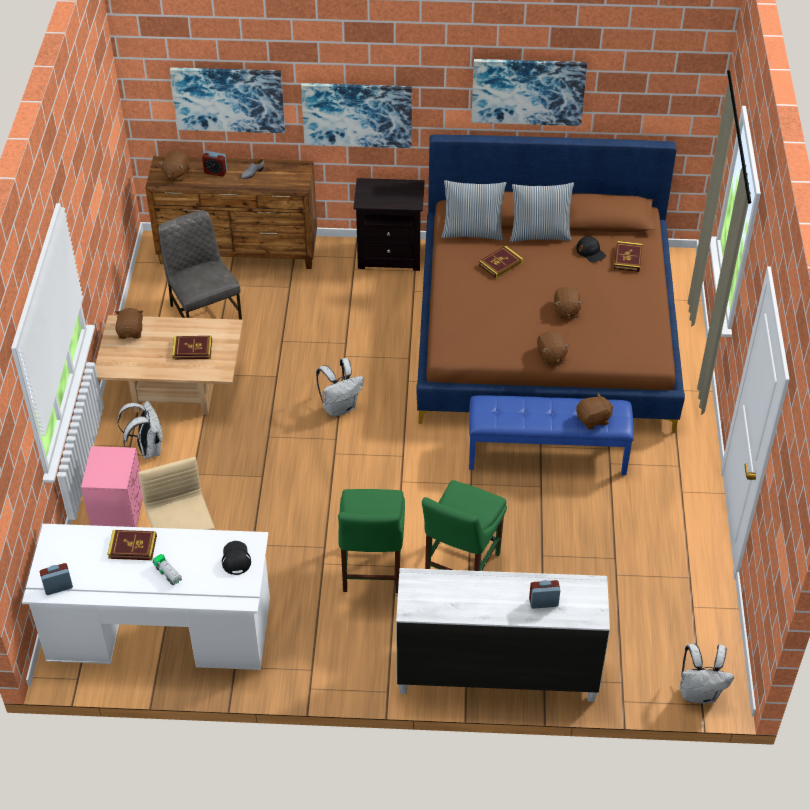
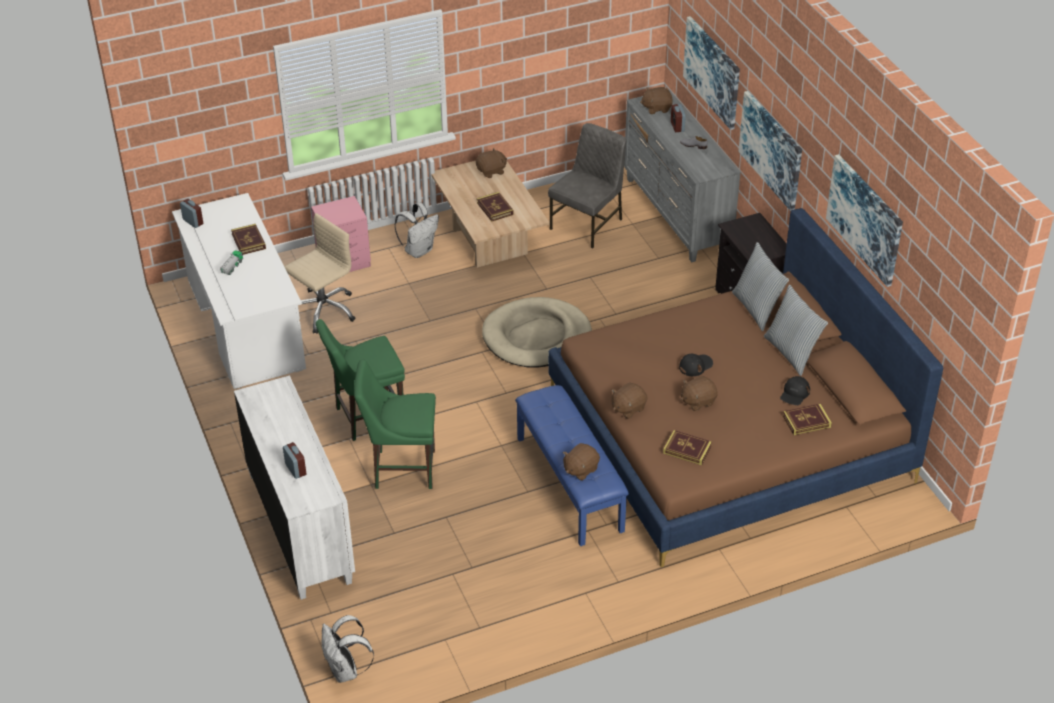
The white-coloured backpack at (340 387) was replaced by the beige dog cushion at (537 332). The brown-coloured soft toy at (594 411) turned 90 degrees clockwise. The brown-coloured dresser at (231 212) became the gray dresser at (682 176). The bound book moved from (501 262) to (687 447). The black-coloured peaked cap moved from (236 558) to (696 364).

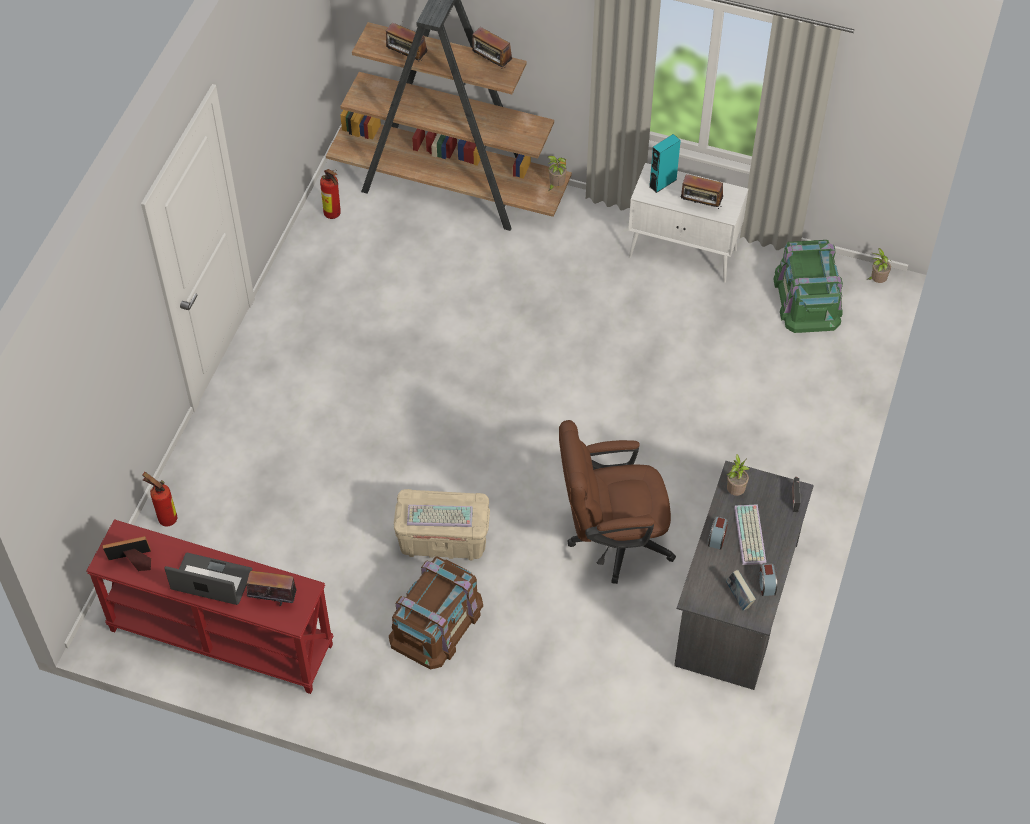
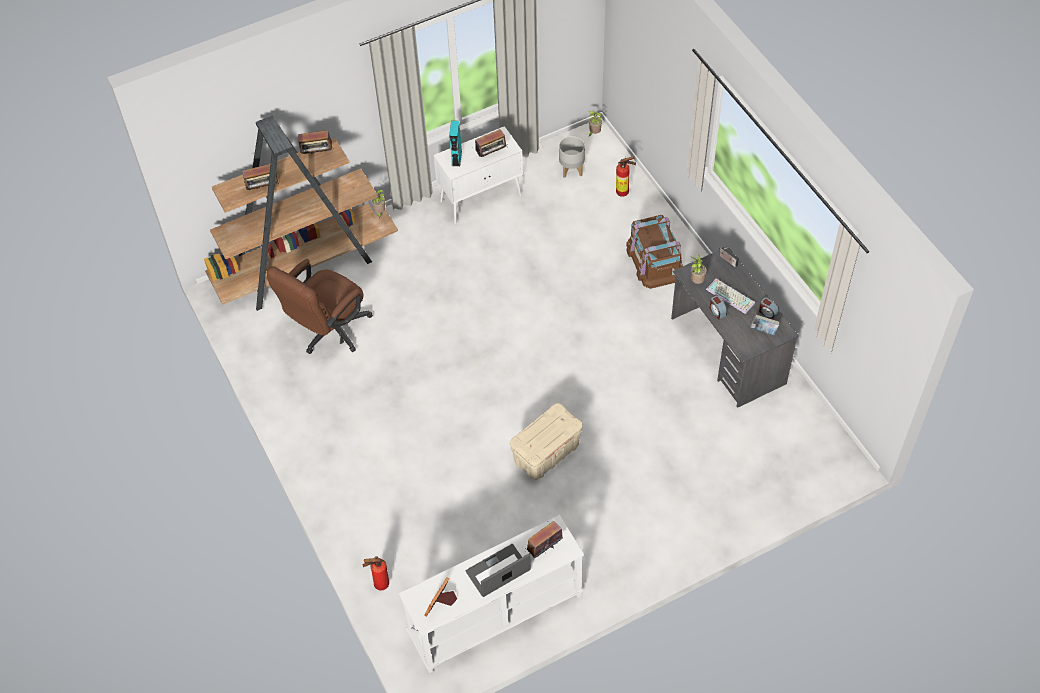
The brown-coloured office chair moved from (617 502) to (320 306). The red-coloured console table at (210 606) became the white-coloured console table at (491 594). The green storage container at (808 286) was replaced by the gray plant pot at (572 157). The fire-fighting cylinder moved from (330 194) to (626 176). The brown-coloured storage container moved from (436 612) to (654 252). The PC keyboard at (440 516) disappeared.

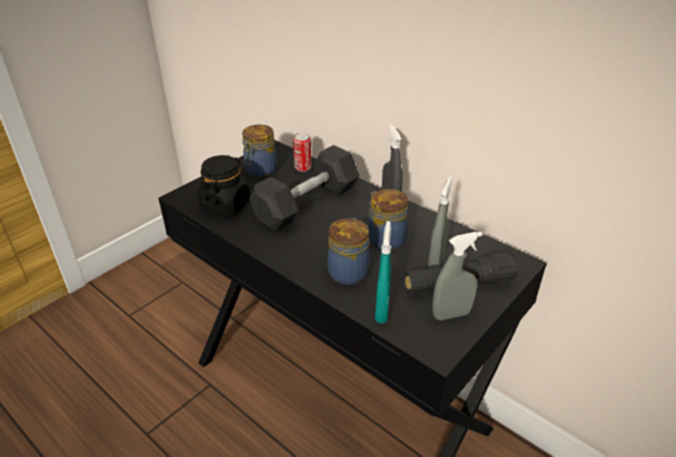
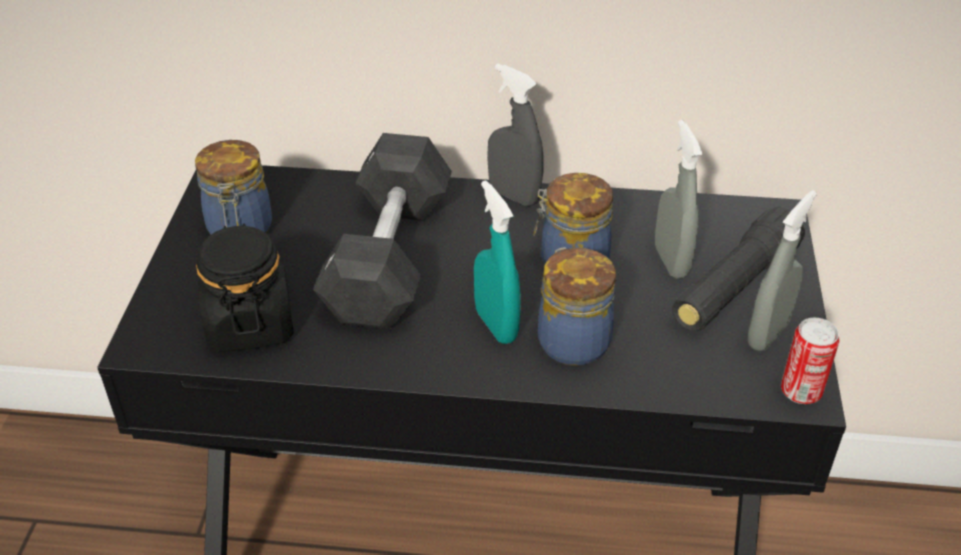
The turquoise-coloured sprayer moved from (383 272) to (497 262). The sealed can moved from (302 152) to (810 361).

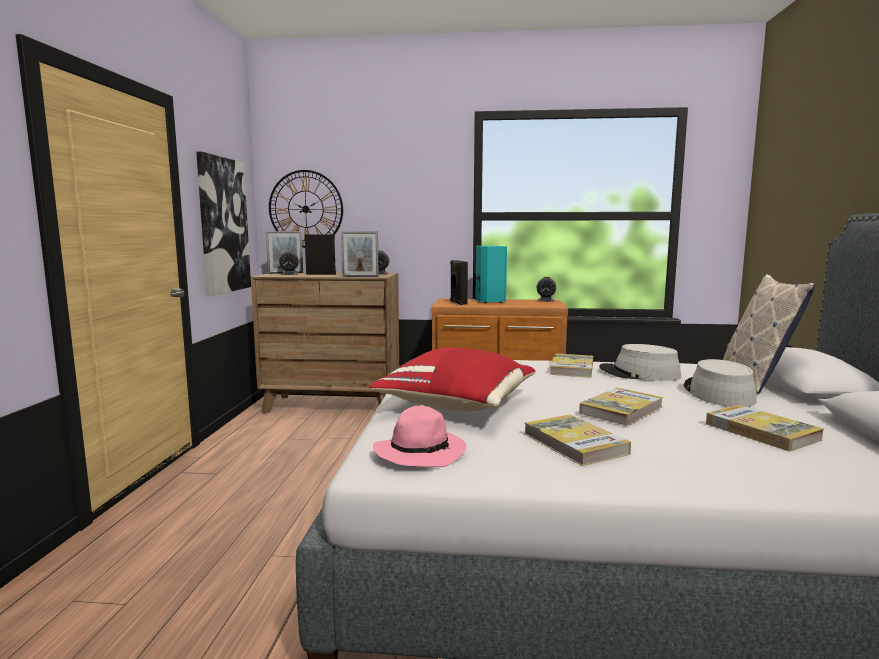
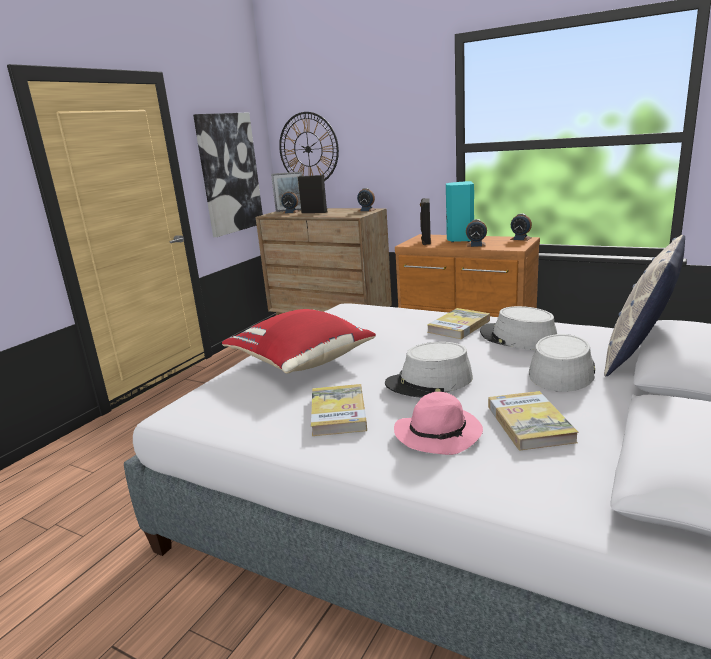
The bound book at (621 407) was replaced by the gray wearable hat at (429 369). The pinkish wearable hat moved from (419 436) to (438 423). The alarm clock at (476 233) appeared. The standing frame at (360 254) disappeared.

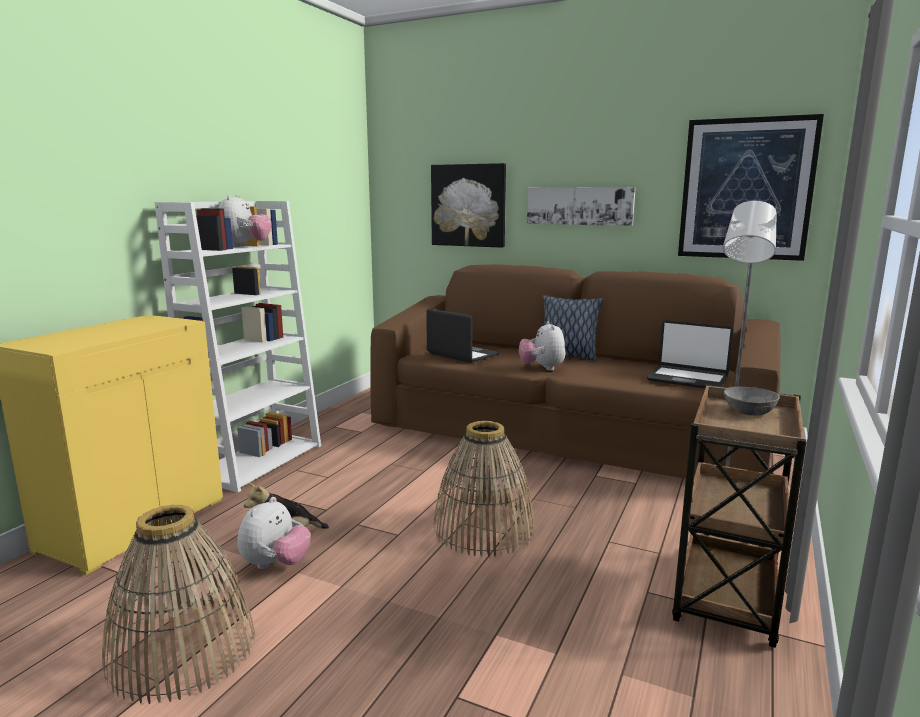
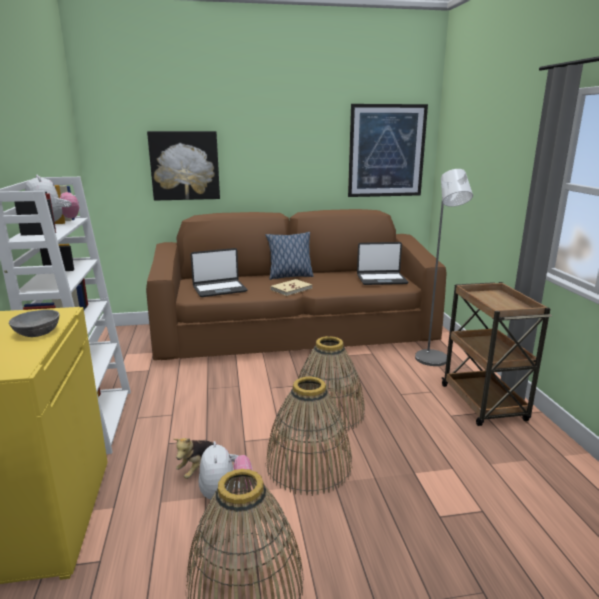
The gray deep dish moved from (752 401) to (34 323). The portable computer at (463 335) turned 150 degrees clockwise. The household basket at (309 436) appeared. The soft toy at (542 346) was replaced by the beige bound book at (291 287). The wall picture at (581 206) disappeared.

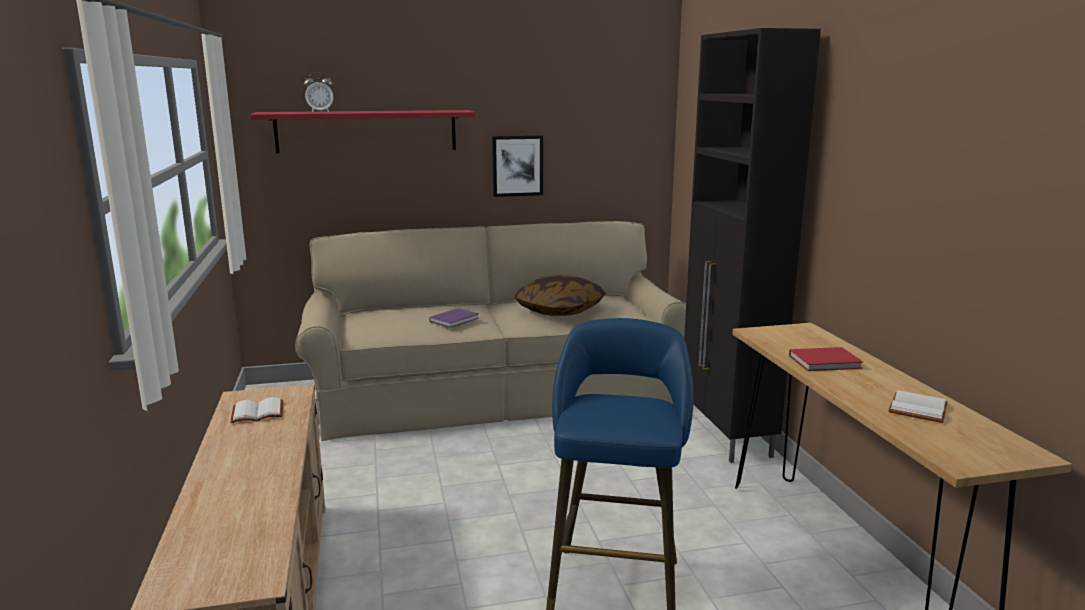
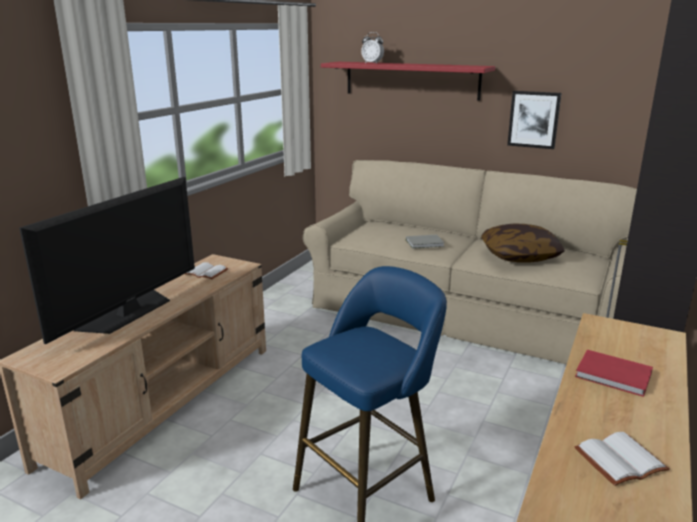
The TV set at (107 260) appeared. The purple bound book at (454 318) became the gray bound book at (425 242).

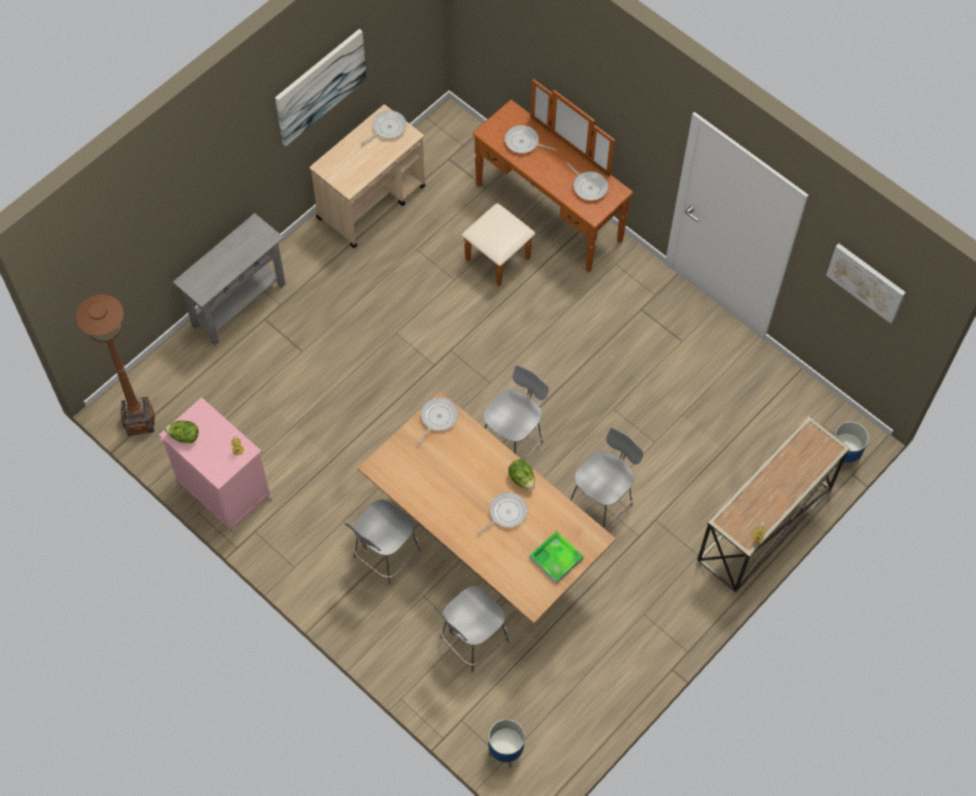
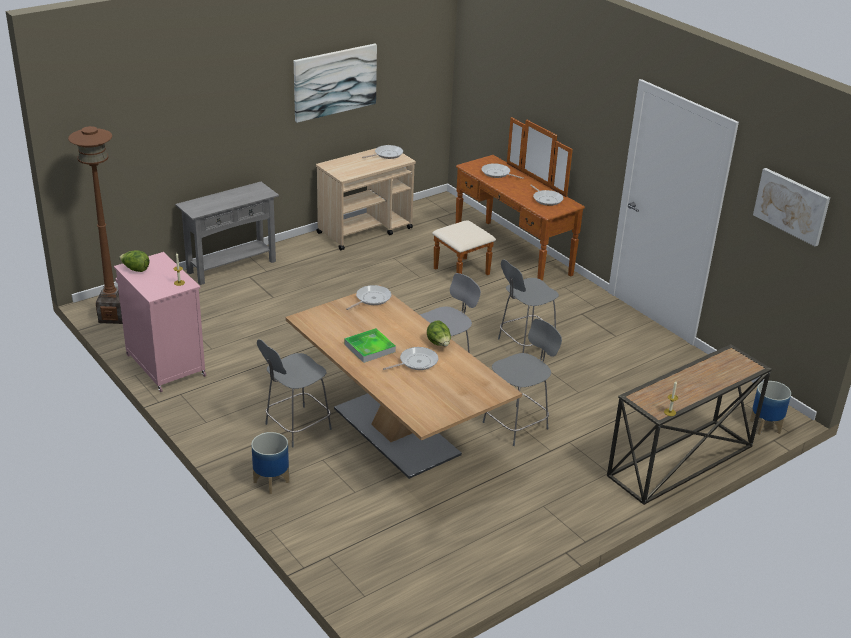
The plant pot moved from (506 743) to (270 463). The tray moved from (556 557) to (370 345). The gray chair moved from (471 629) to (528 306).

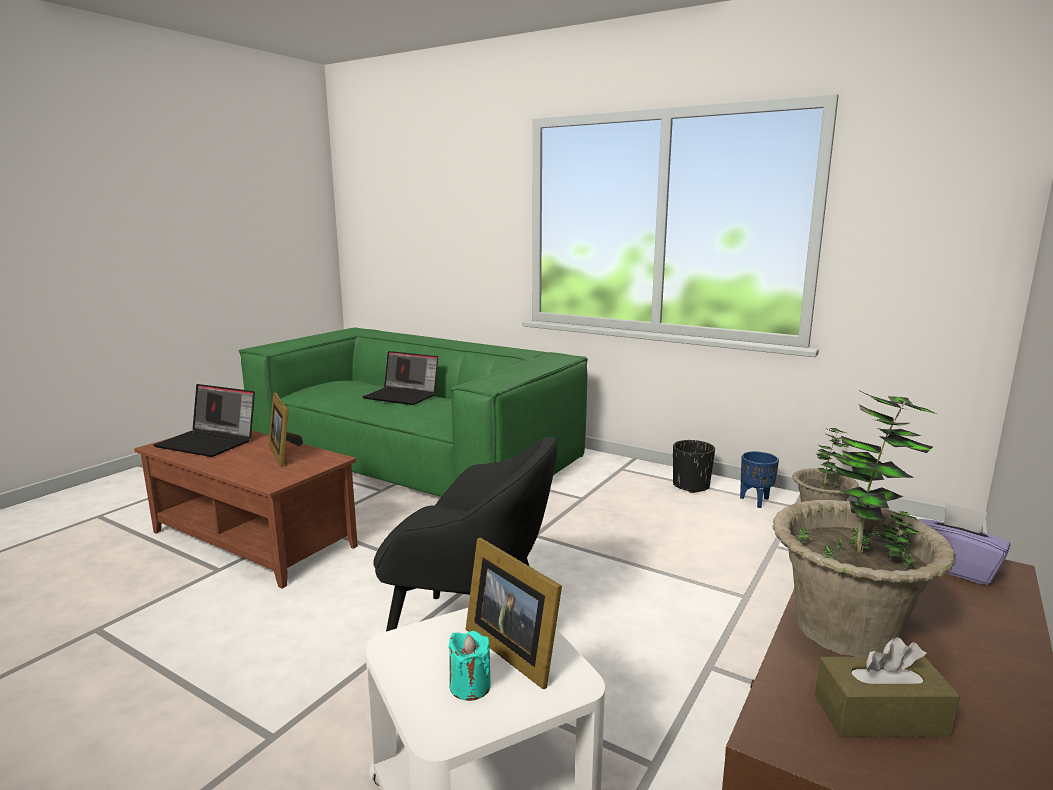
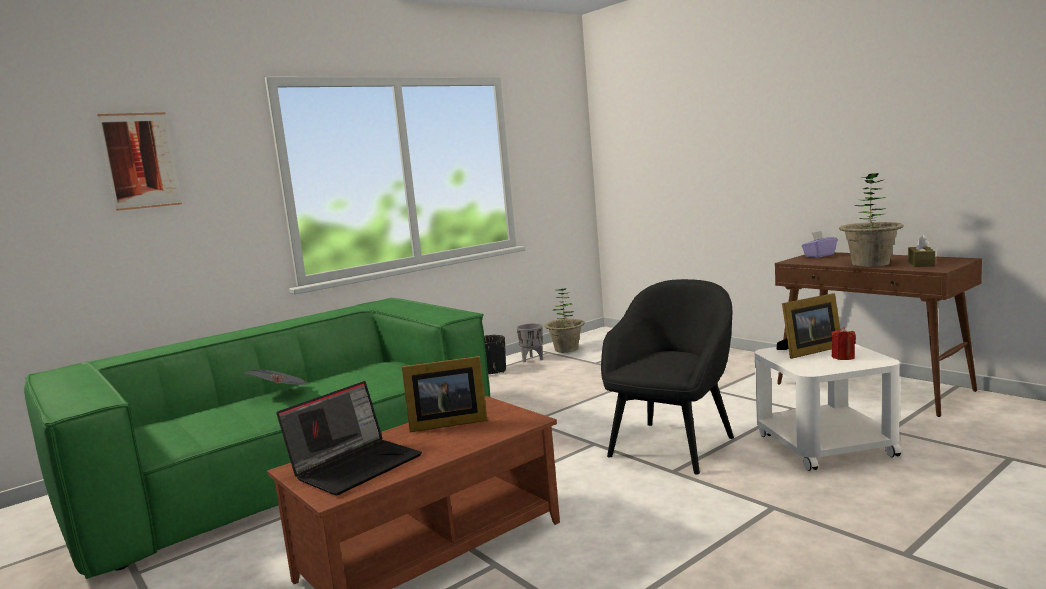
The wall picture at (139 161) appeared. The portable computer at (400 378) was replaced by the printed paper at (277 377). The blue-coloured plant pot at (759 479) became the gray plant pot at (530 342). The turquoise-coloured wax light at (469 666) became the red-coloured wax light at (843 343).

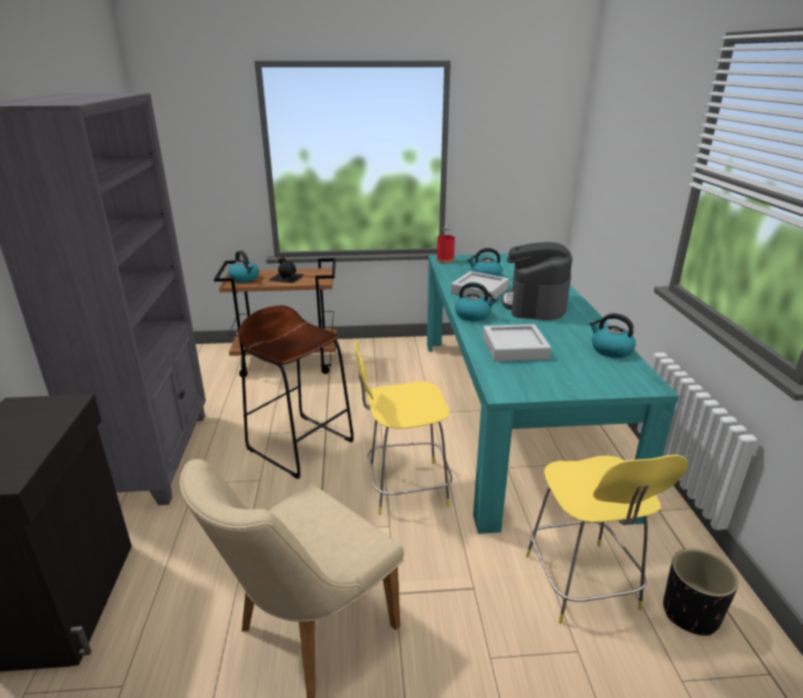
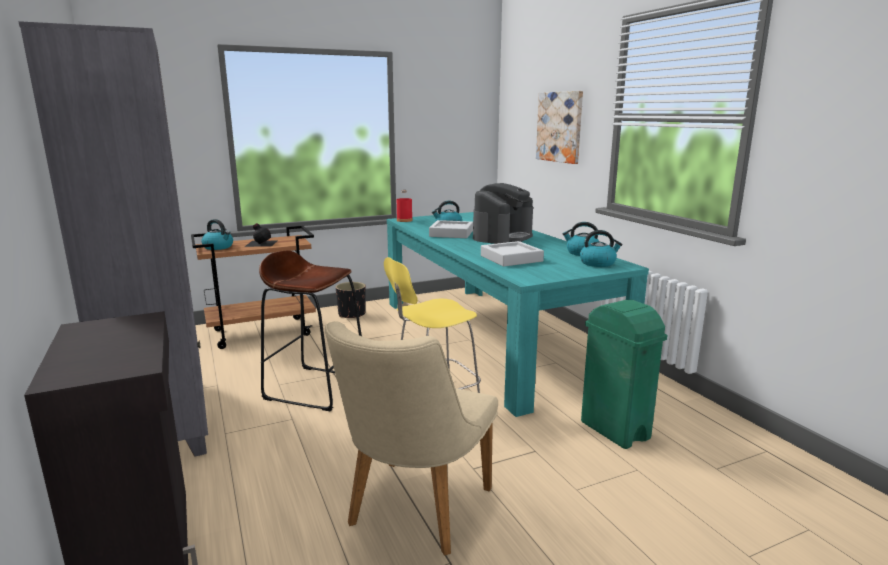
The black-coloured plant pot moved from (701 592) to (351 300). The coffee maker at (537 281) turned 135 degrees counterclockwise. The wall picture at (559 127) appeared. The kettle moved from (476 301) to (601 248). The yellow sitting stool at (607 539) was replaced by the green trash can at (624 374).

